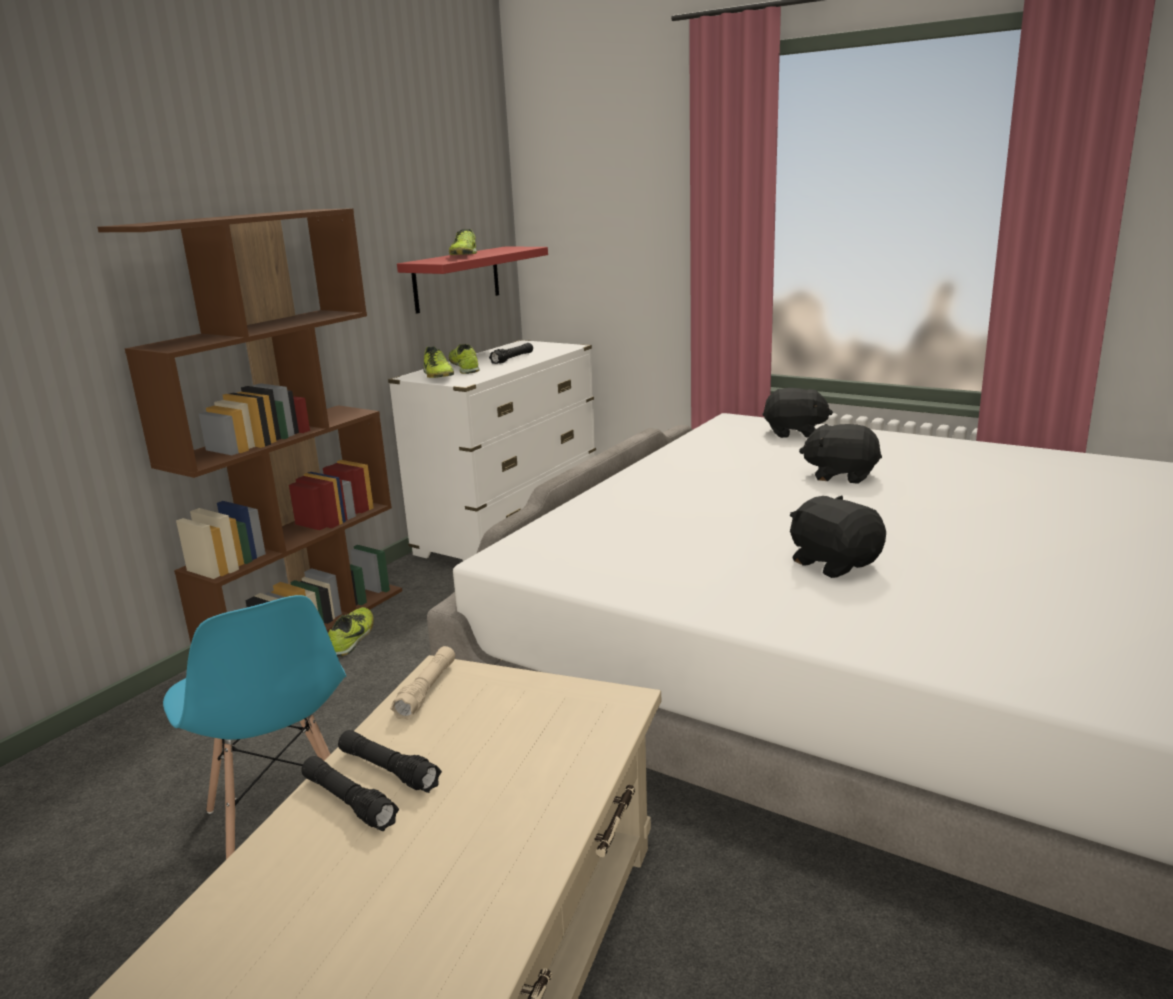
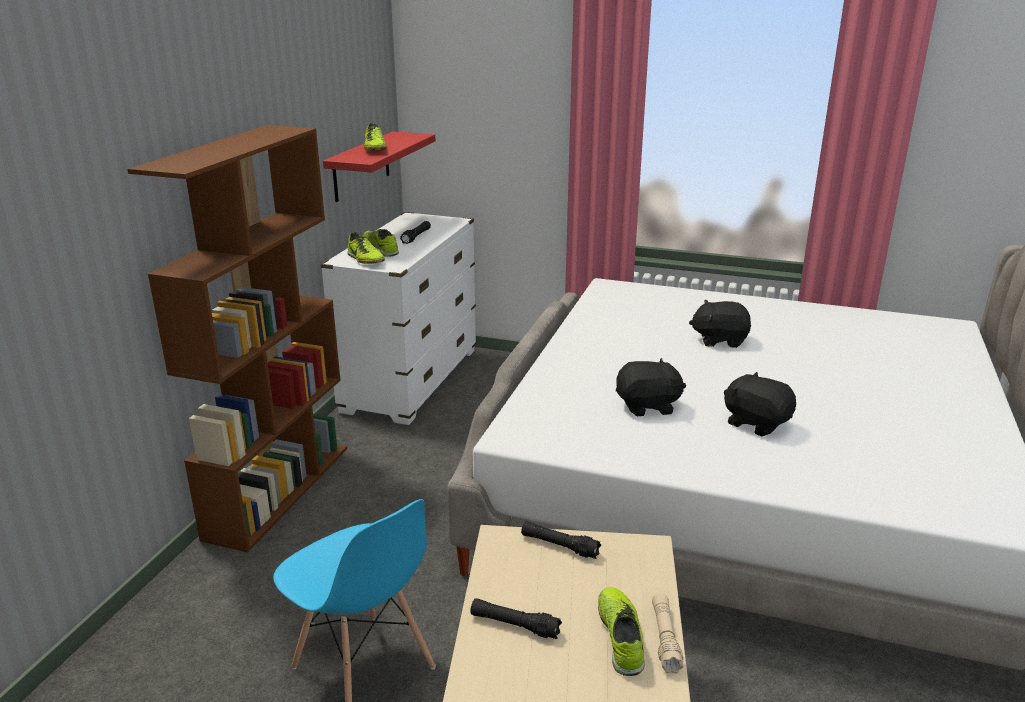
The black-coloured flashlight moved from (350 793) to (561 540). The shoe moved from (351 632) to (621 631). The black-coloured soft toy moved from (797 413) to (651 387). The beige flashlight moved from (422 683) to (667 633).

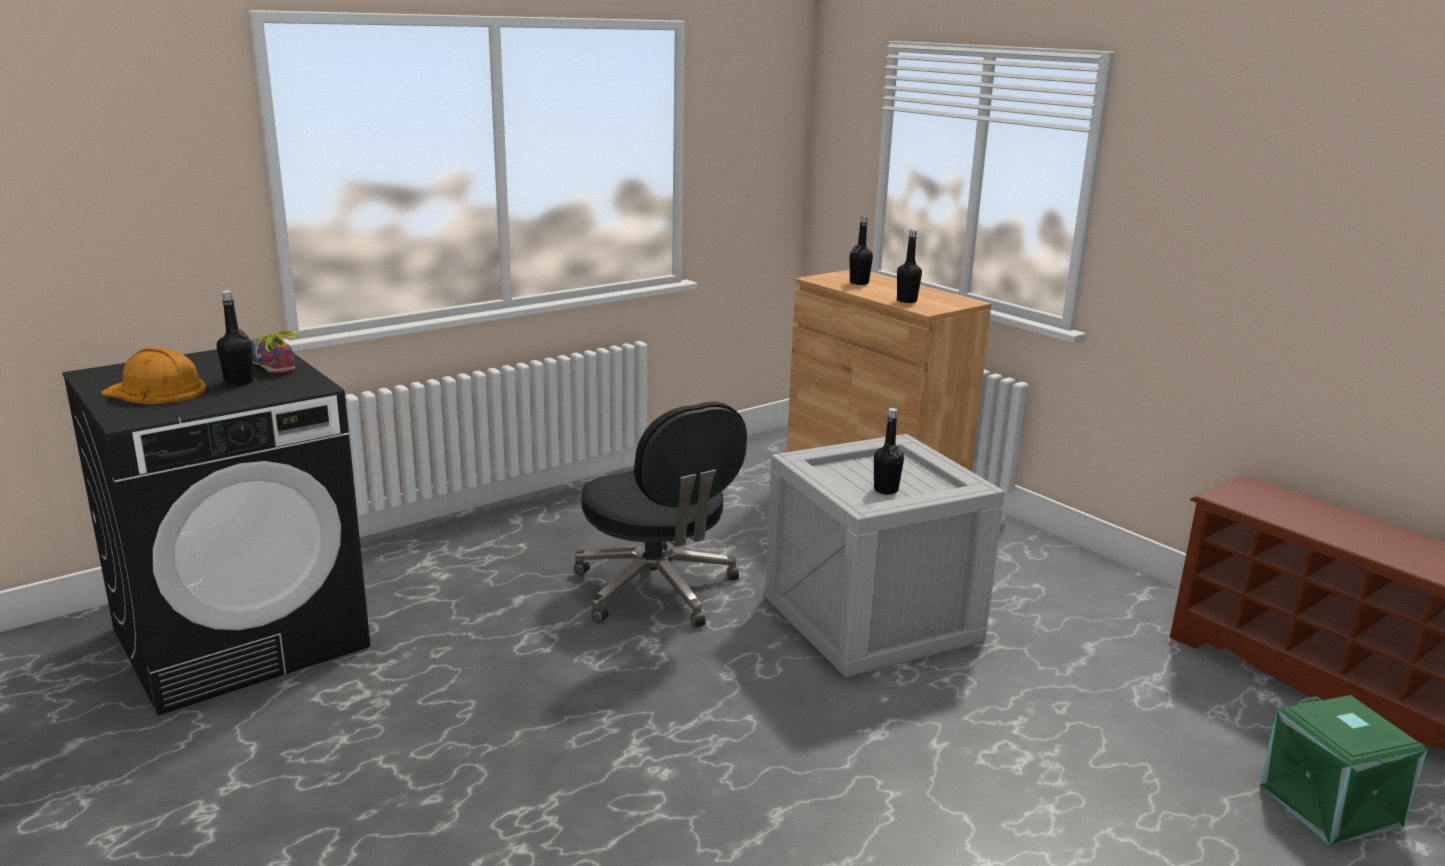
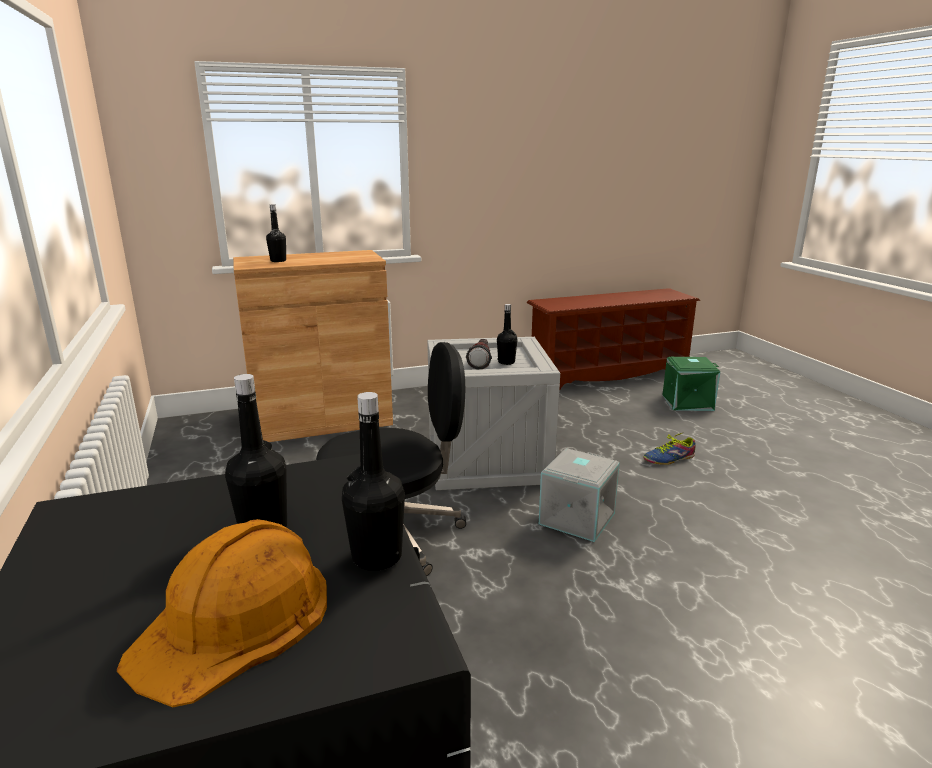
The black-coloured bottle moved from (909 266) to (373 481). The flashlight at (479 354) appeared. The gray storage container at (579 495) appeared. The shoe moved from (275 352) to (670 448).

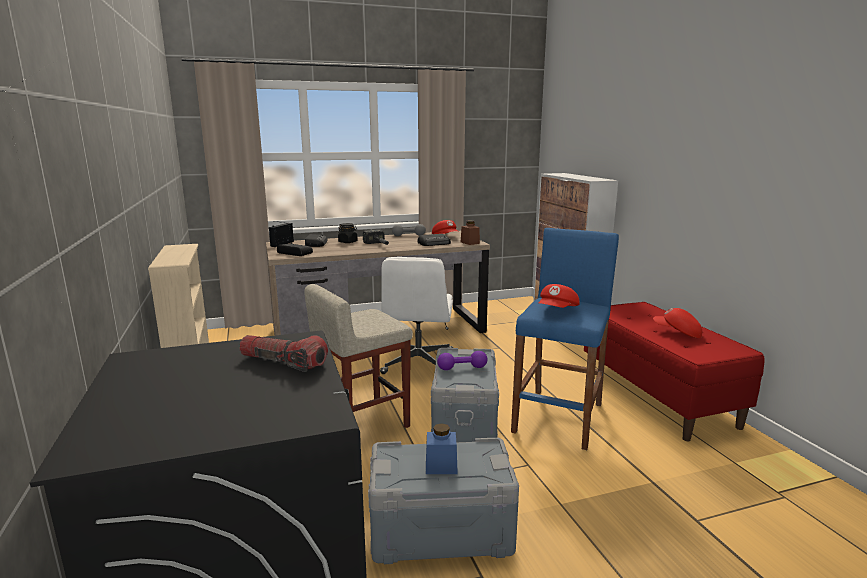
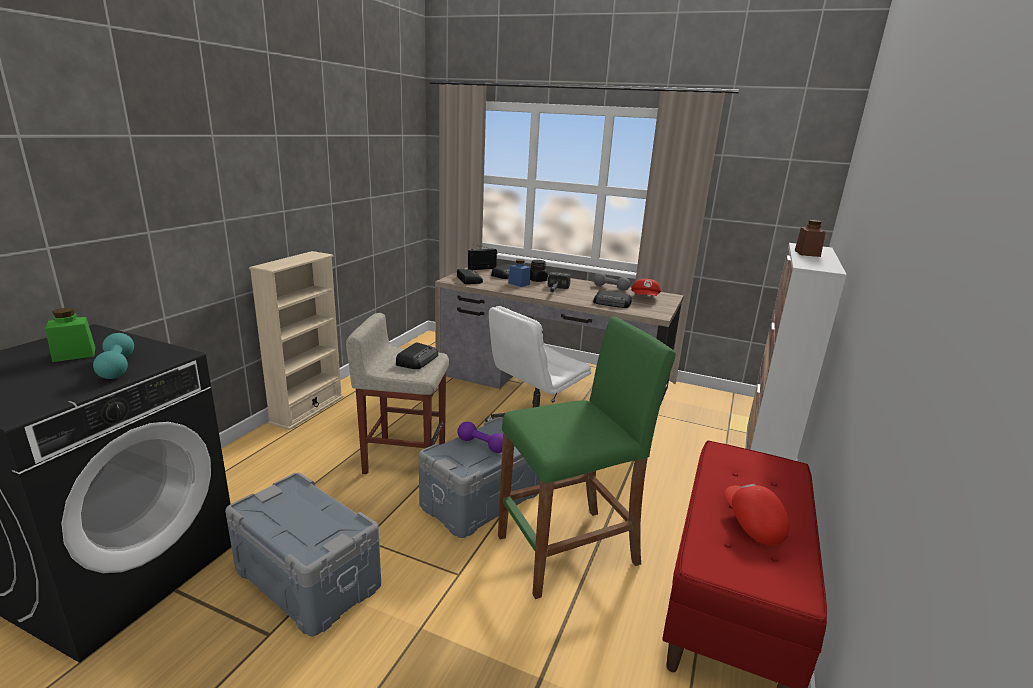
The green preserve jar at (70 335) appeared. The flashlight at (283 353) was replaced by the turquoise-coloured dumbbell at (113 356). The radio set at (417 355) appeared. The blue-coloured sitting stool at (565 339) became the green sitting stool at (587 458). The blue-coloured preserve jar moved from (442 448) to (519 273). The brown-coloured preserve jar moved from (470 232) to (810 238). The red-coloured peaked cap at (559 296) disappeared.

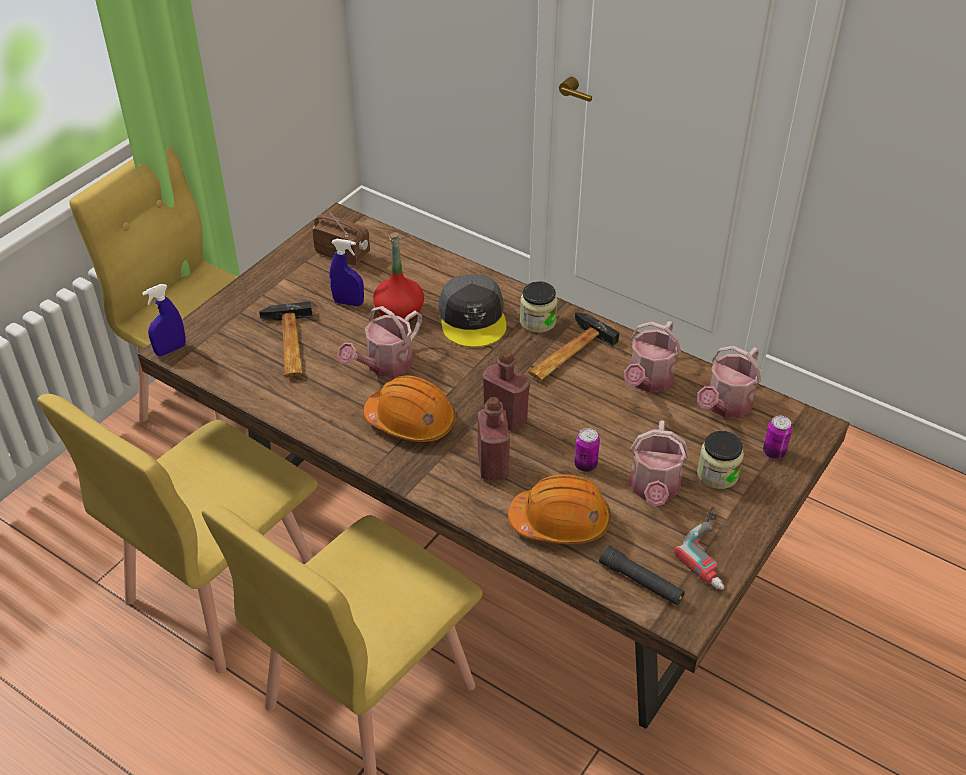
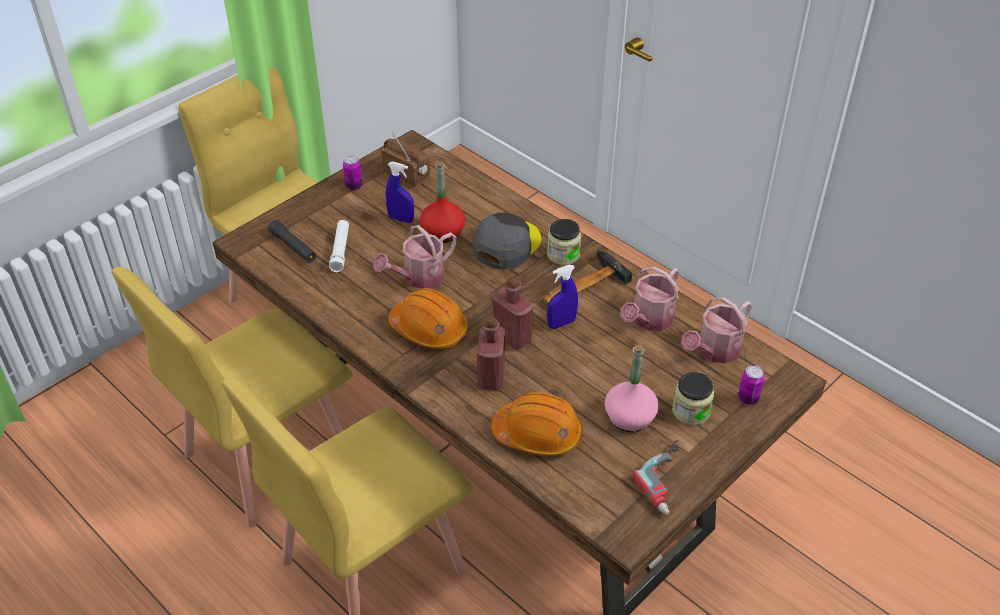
The black-coloured flashlight moved from (642 575) to (292 241). The hammer at (285 339) was replaced by the white-coloured flashlight at (339 246). The sealed can moved from (587 450) to (353 172). The gray peaked cap at (473 310) turned 150 degrees counterclockwise. The blue-coloured sprayer moved from (164 320) to (562 297). The watering can at (659 463) was replaced by the pinkish bottle at (632 388).

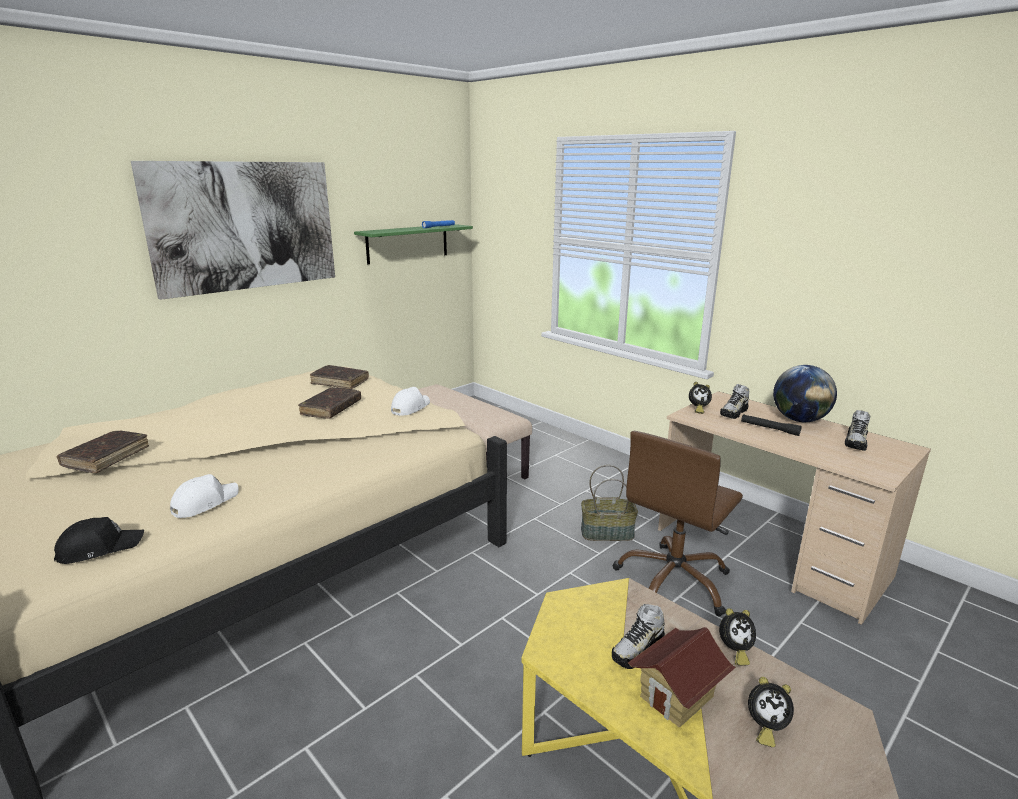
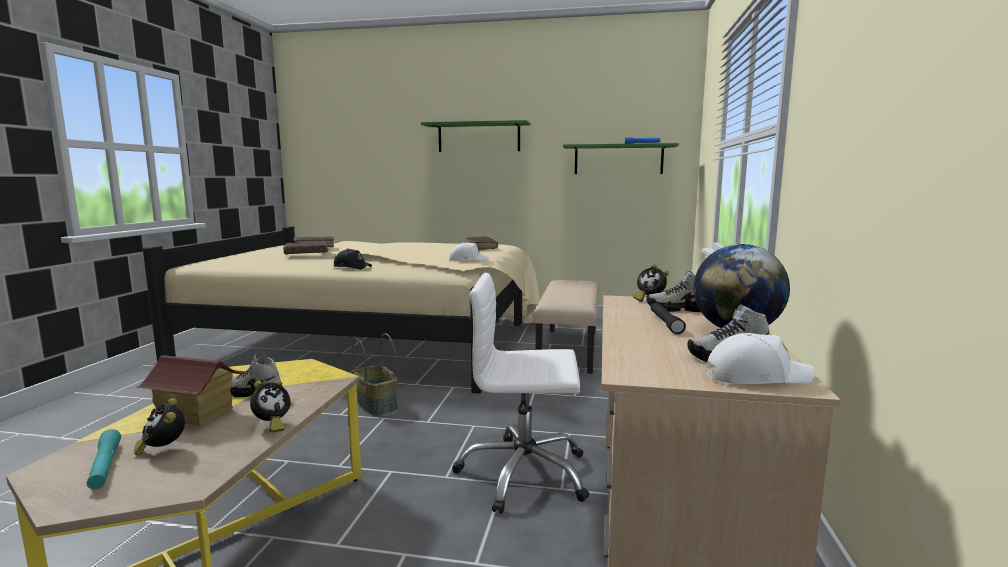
The turquoise-coloured flashlight at (104 459) appeared. The alarm clock at (737 636) turned 90 degrees counterclockwise. The brown-coloured bound book moved from (329 403) to (306 248). The black-coloured peaked cap moved from (99 540) to (353 259). The household basket moved from (609 503) to (375 374). The wall picture at (233 230) was replaced by the green shelf at (475 136). The brown-coloured office chair at (678 524) became the white-coloured office chair at (521 393). The white-coloured peaked cap moved from (204 496) to (760 358).

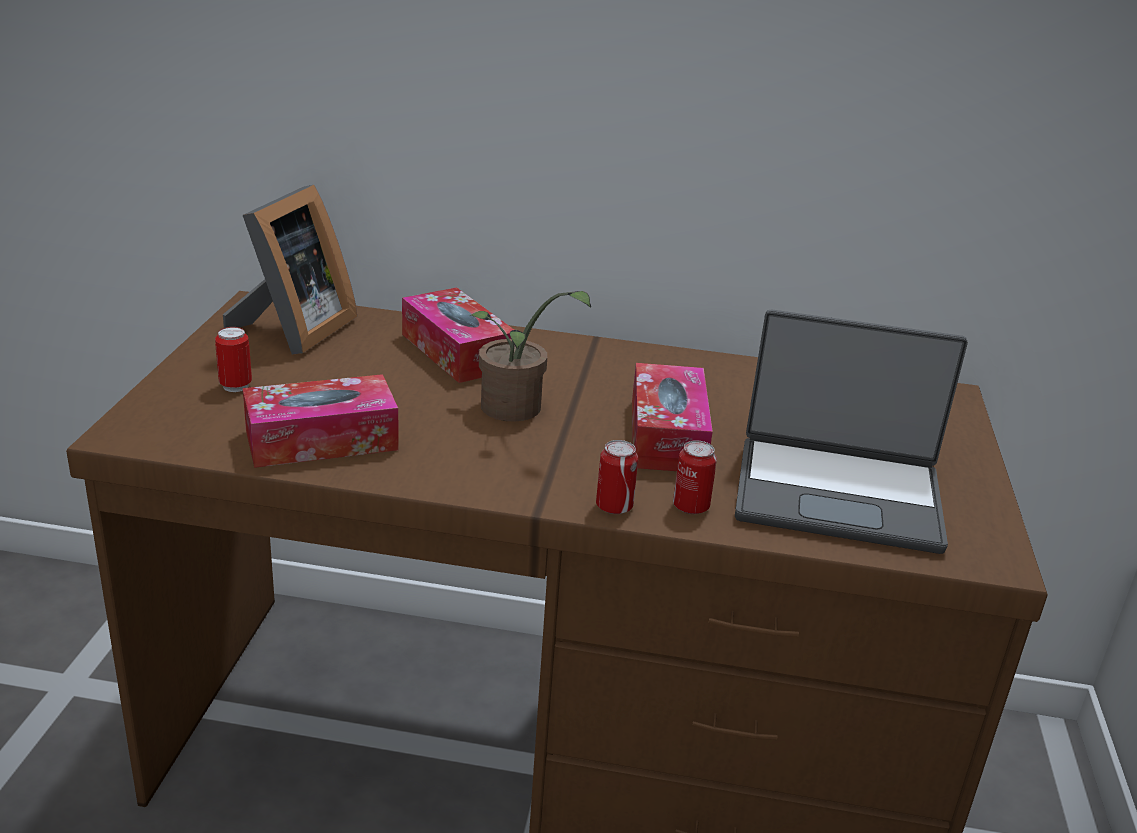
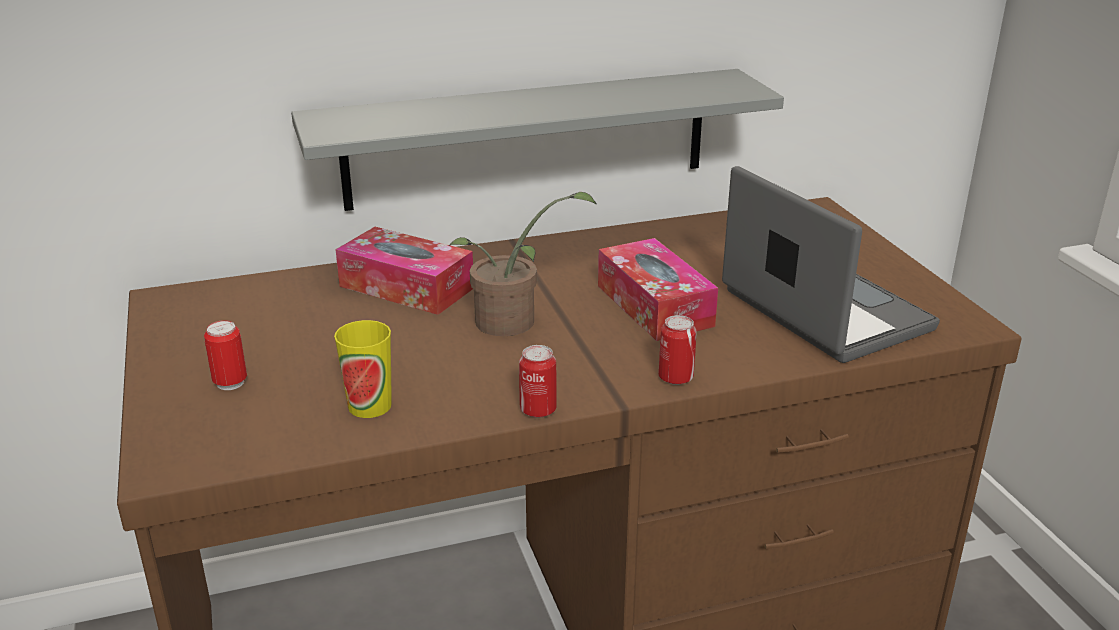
The gray shelf at (537 140) appeared. The tissue box at (321 421) was replaced by the small cup at (363 369). The sealed can moved from (695 477) to (538 381). The portable computer at (851 431) turned 105 degrees counterclockwise. The standing frame at (290 269) disappeared.

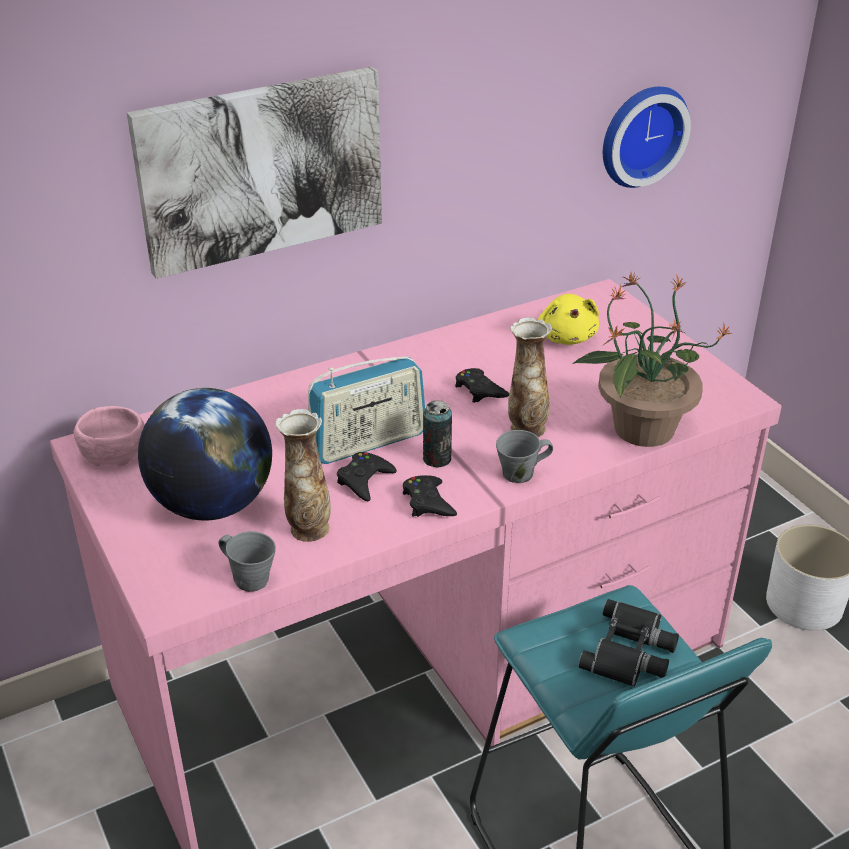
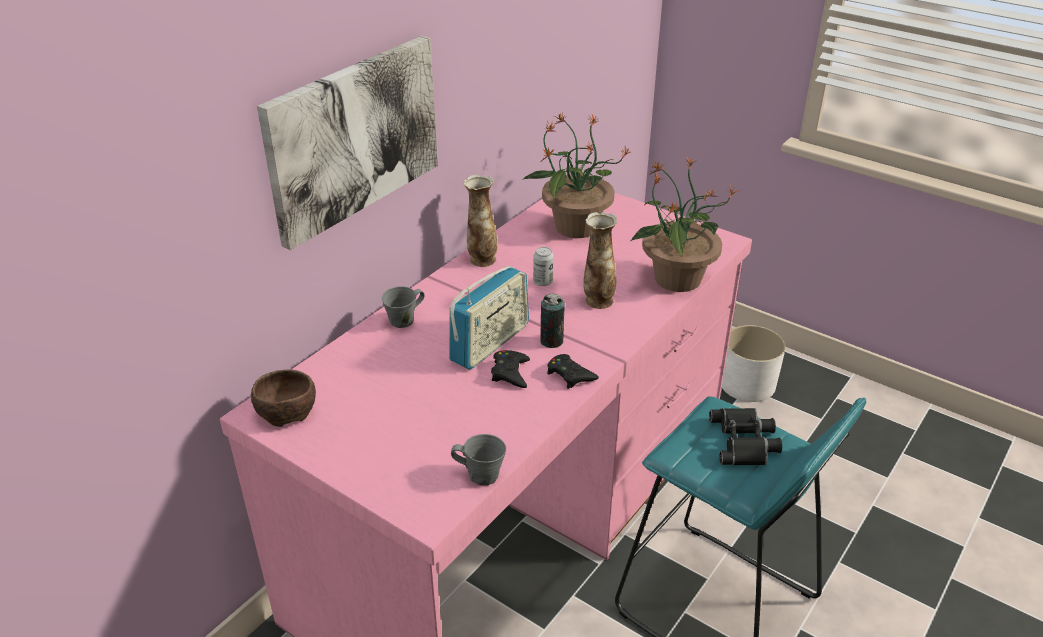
The pinkish deep dish at (109 436) became the brown-coloured deep dish at (283 398). The gray coffee mug moved from (524 456) to (403 307). The flower vase moved from (303 475) to (480 221). The yellow soft toy at (568 319) was replaced by the potted plant at (576 175). The black-coloured game controller at (482 385) was replaced by the sealed can at (543 266). The desk globe at (205 454) disappeared. The hanging clock at (647 137) disappeared.

